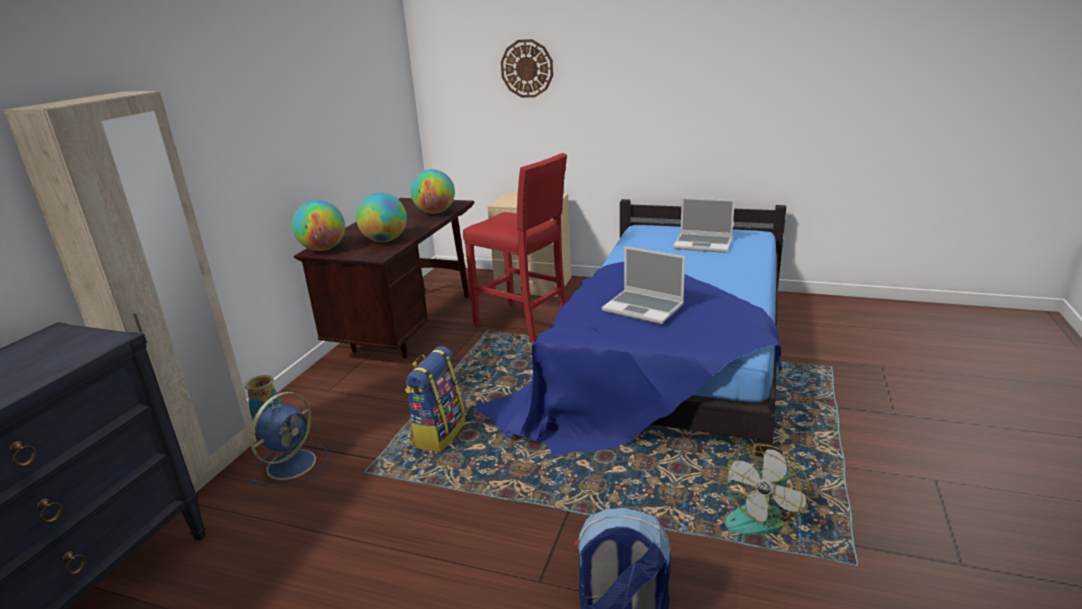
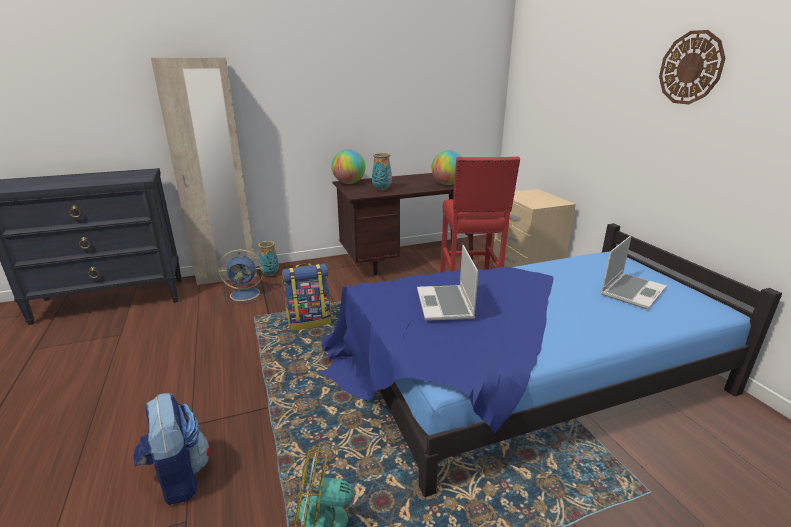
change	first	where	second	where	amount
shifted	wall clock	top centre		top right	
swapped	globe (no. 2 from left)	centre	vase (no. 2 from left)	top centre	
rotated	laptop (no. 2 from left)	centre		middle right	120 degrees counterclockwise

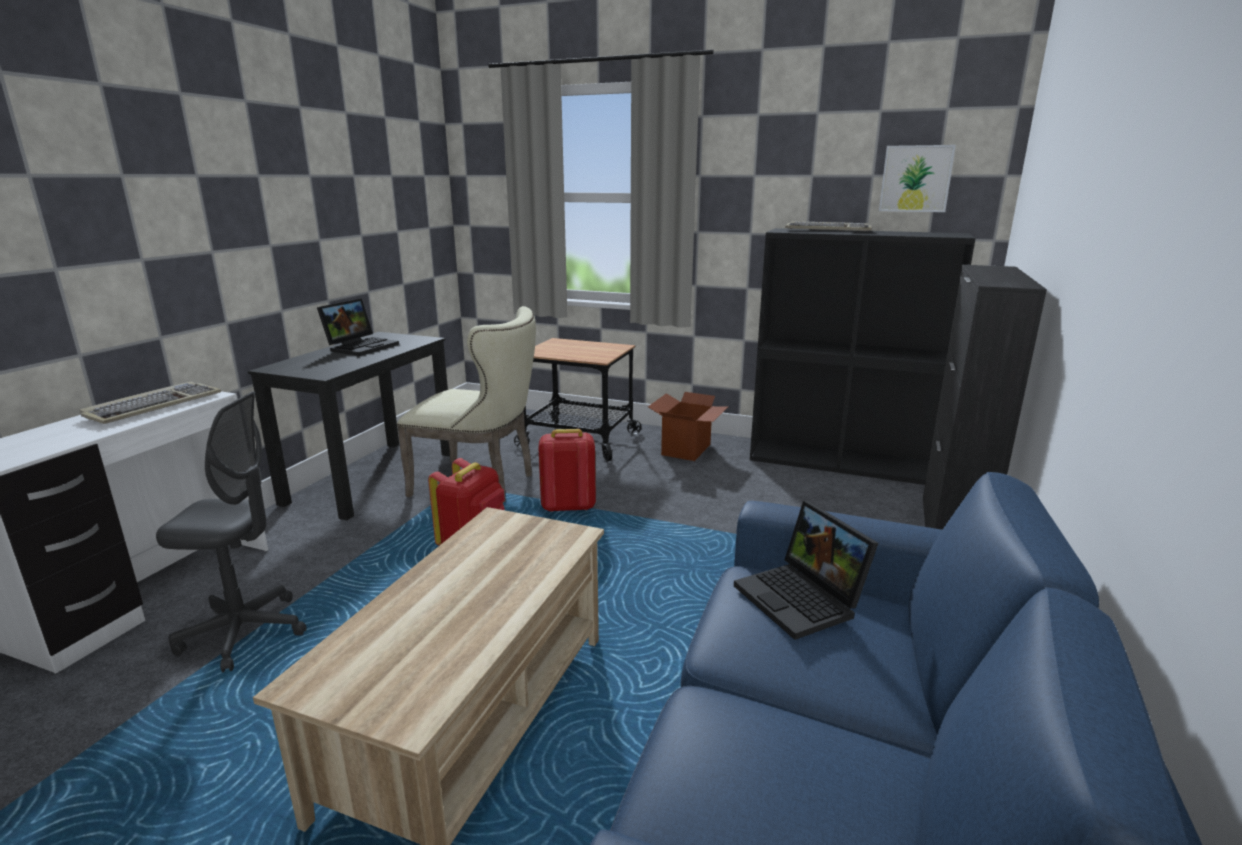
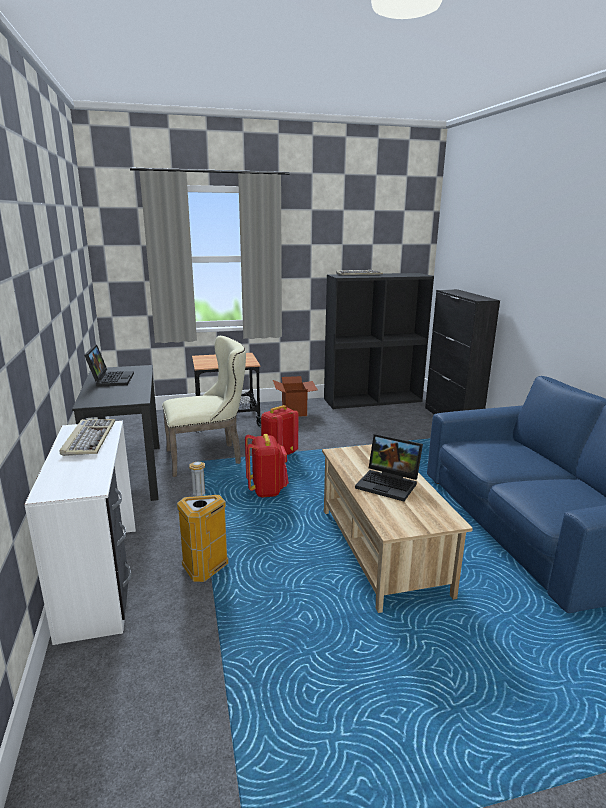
change	first	where	second	where	amount
gone	picture	top right			
shifted	laptop (no. 2 from left)	bottom centre		centre	
swapped	grey office chair	middle left	trash can	centre	

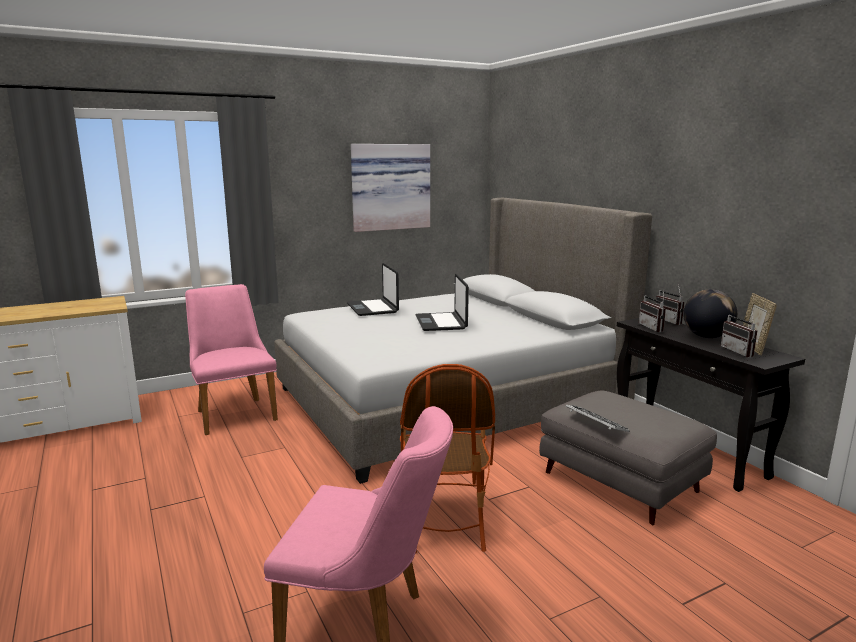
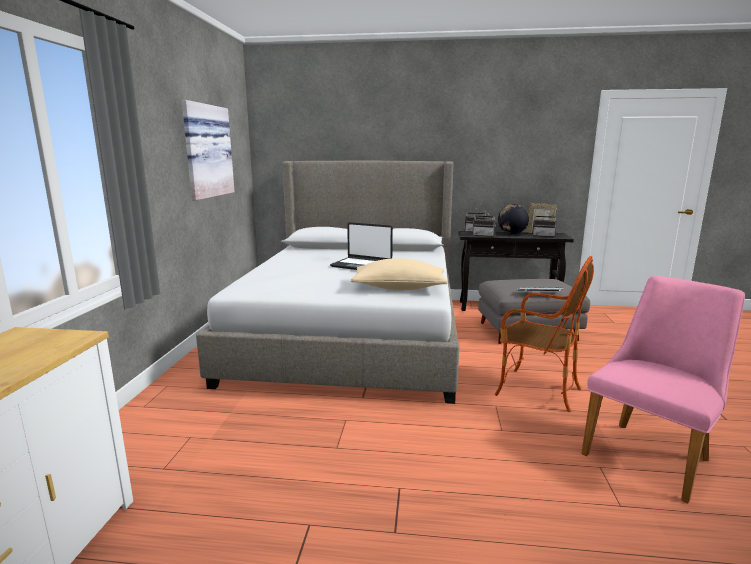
change	first	where	second	where	amount
gone	pink chair (no. 1 from left)	middle left			
gone	laptop (no. 1 from left)	centre			
new			beige pillow	centre	

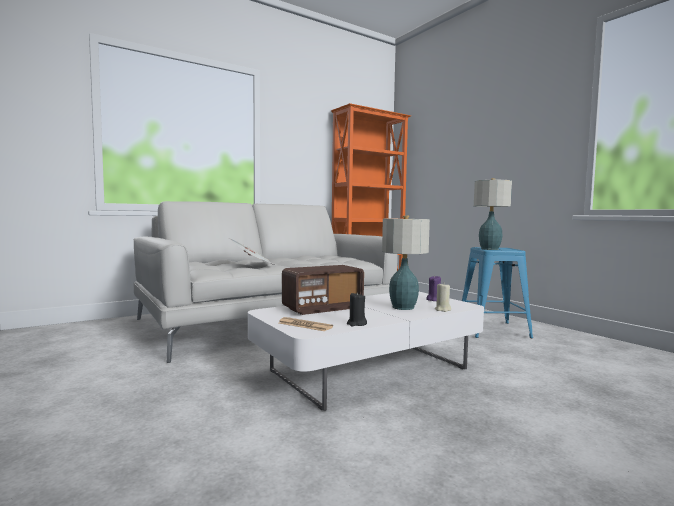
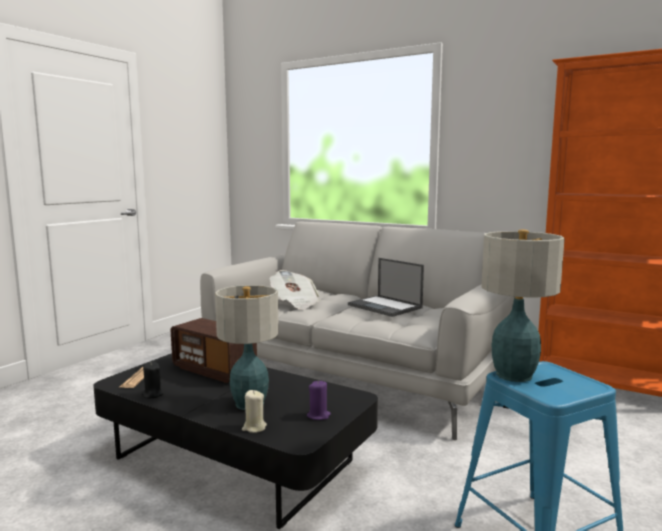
change	first	where	second	where	amount
new			laptop	centre	
repainted	white coffee table	bottom centre	black coffee table	bottom centre	

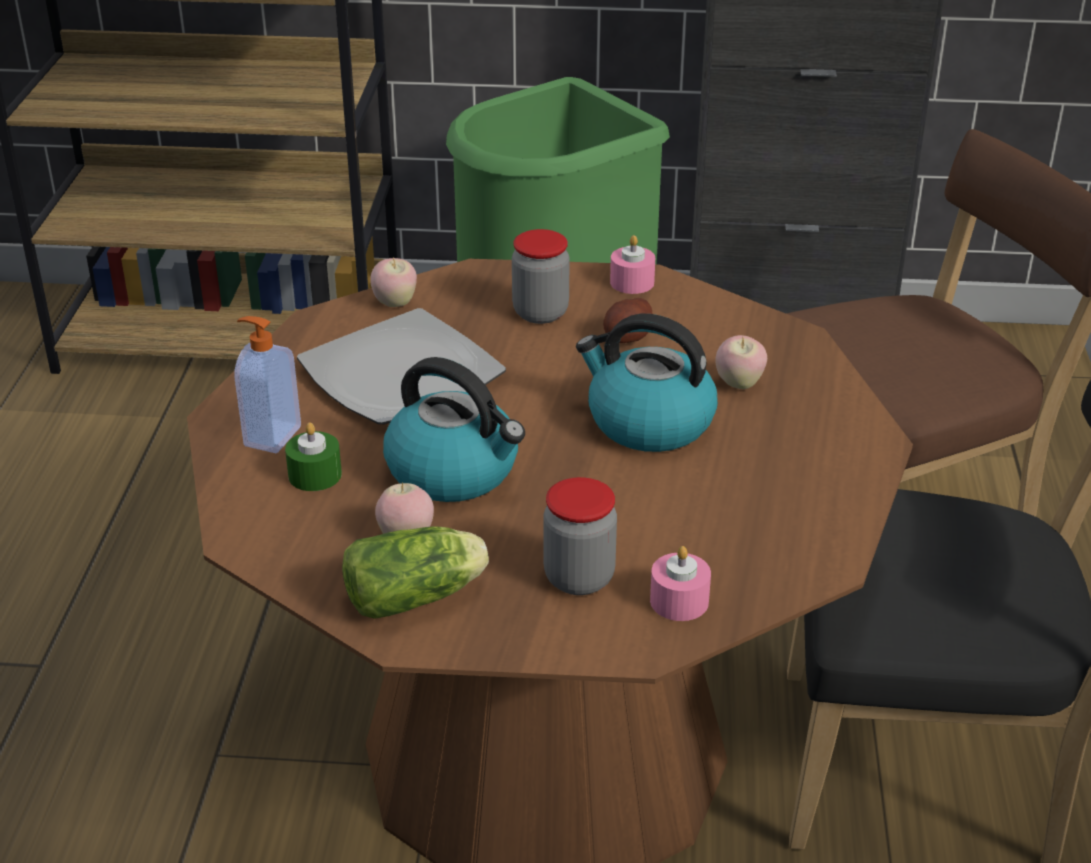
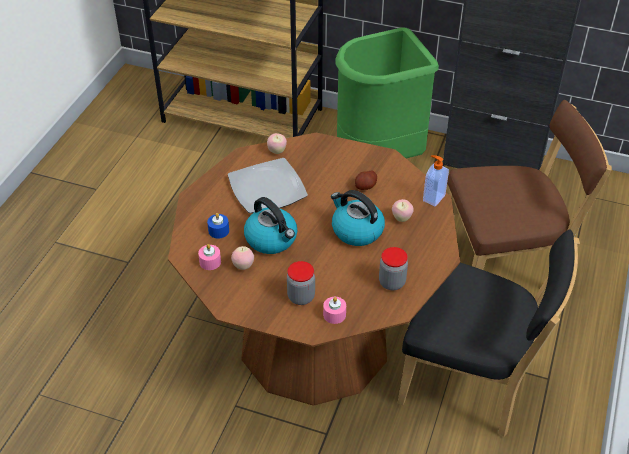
change	first	where	second	where	amount
gone	lettuce	centre			
shifted	soap dispenser	middle left		middle right	
shifted	jar (no. 1 from left in the first image)	top centre	jar (no. 2 from left)	centre	
shifted	pink candle (no. 1 from left)	top centre		middle left	
repainted	green candle	middle left	blue candle	centre	

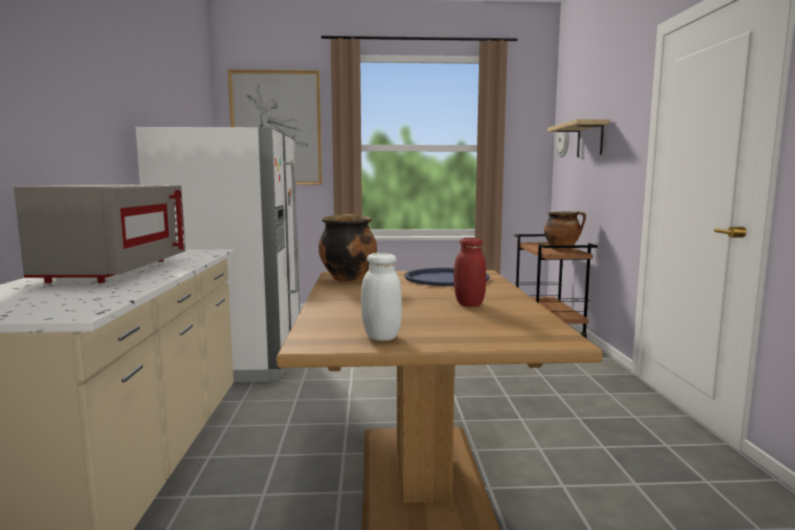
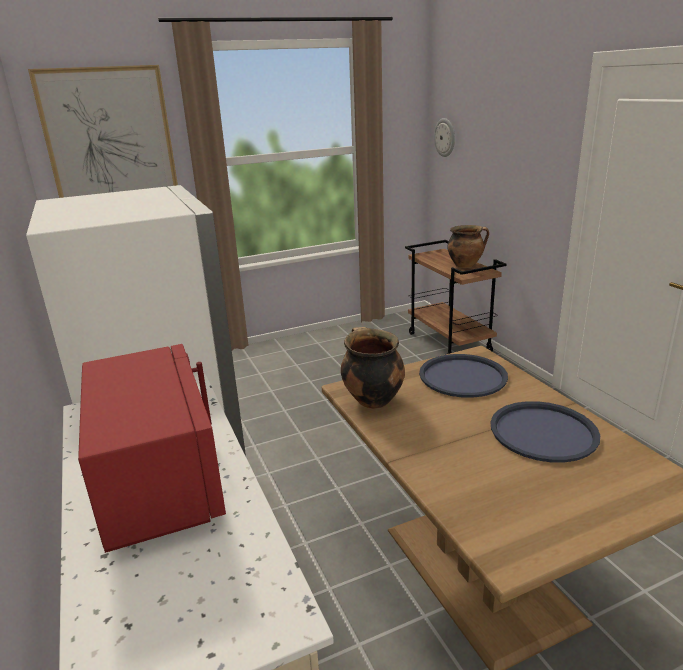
change	first	where	second	where	amount
gone	white jar	centre			
gone	shelf	top right			
swapped	red jar	centre	blue tray (no. 2 from left)	middle right	
repainted	grey microwave	middle left	red microwave	bottom left	

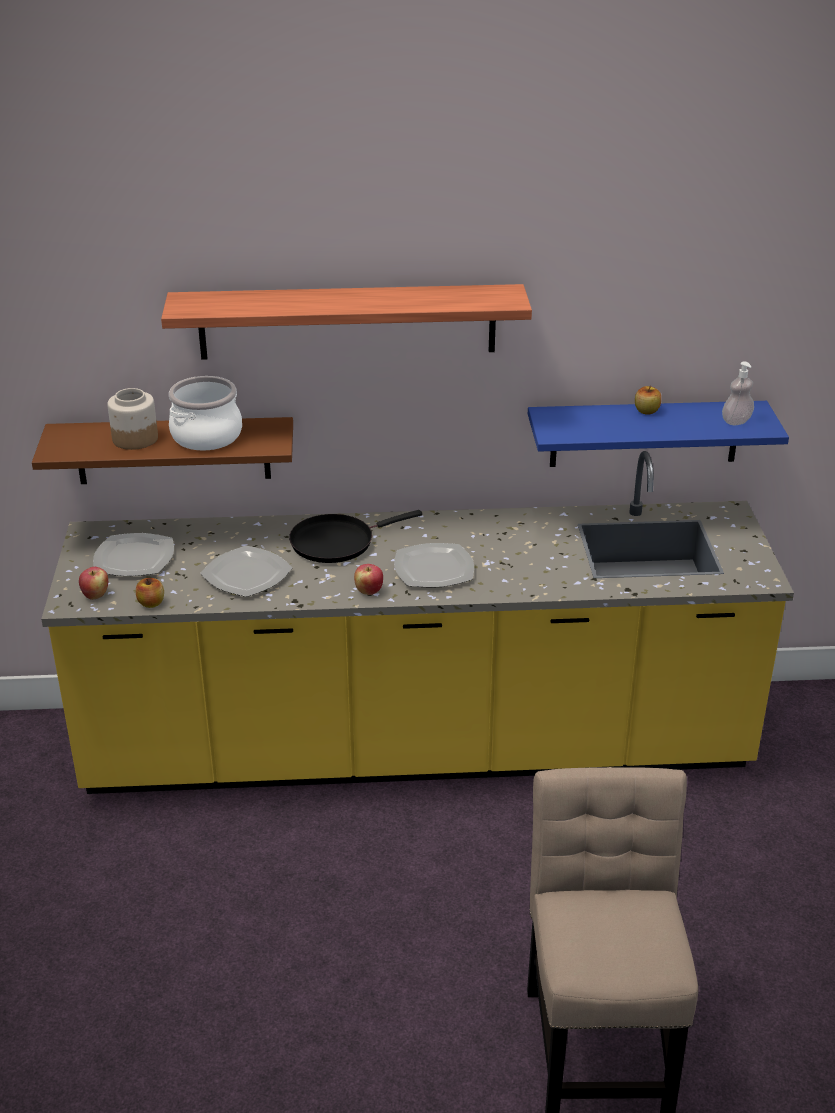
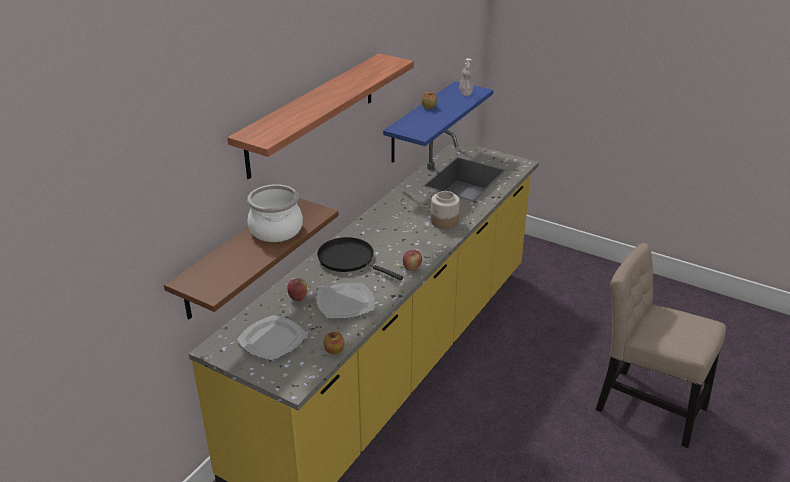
change	first	where	second	where	amount
gone	plate (no. 3 from left)	centre			
shifted	apple (no. 1 from left)	middle left		centre	
shifted	jar	middle left		centre	
rotated	black frying pan	centre		centre	120 degrees clockwise

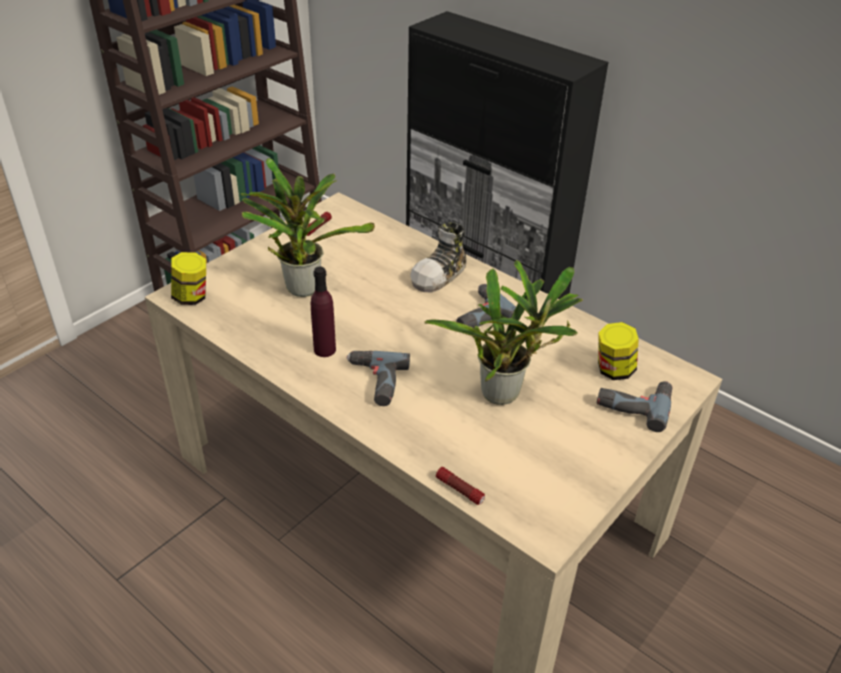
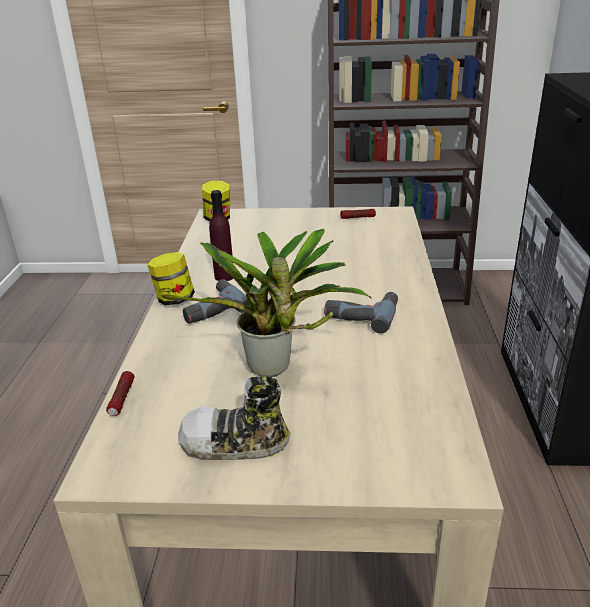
change	first	where	second	where	amount
gone	potted plant (no. 1 from left)	centre			
gone	power drill (no. 3 from left)	middle right			
shifted	shoe	centre		bottom centre	
shifted	jar (no. 2 from left in the first image)	middle right	jar (no. 1 from left)	middle left	

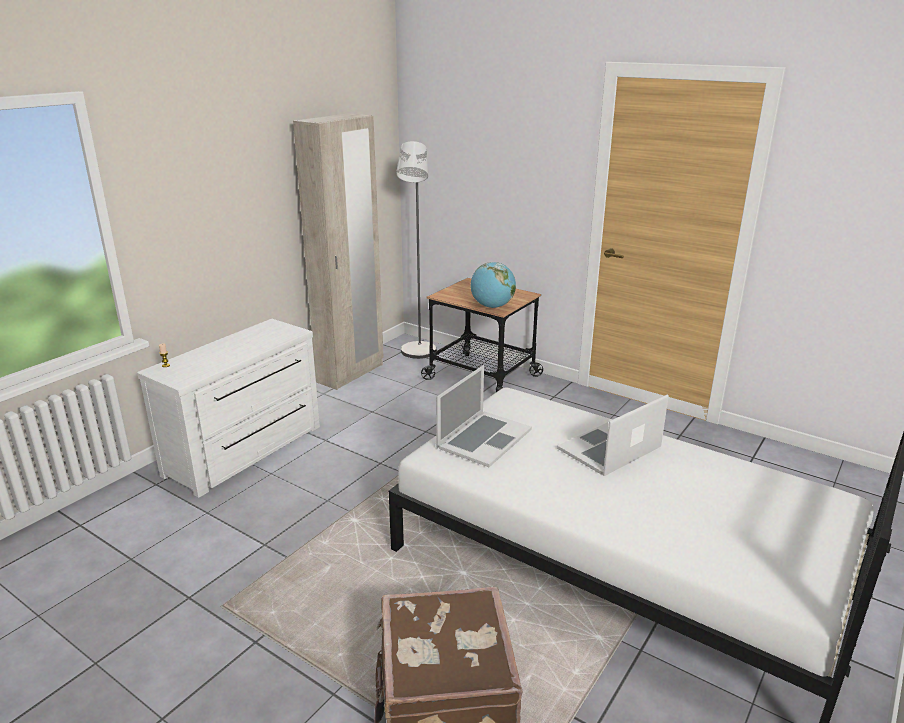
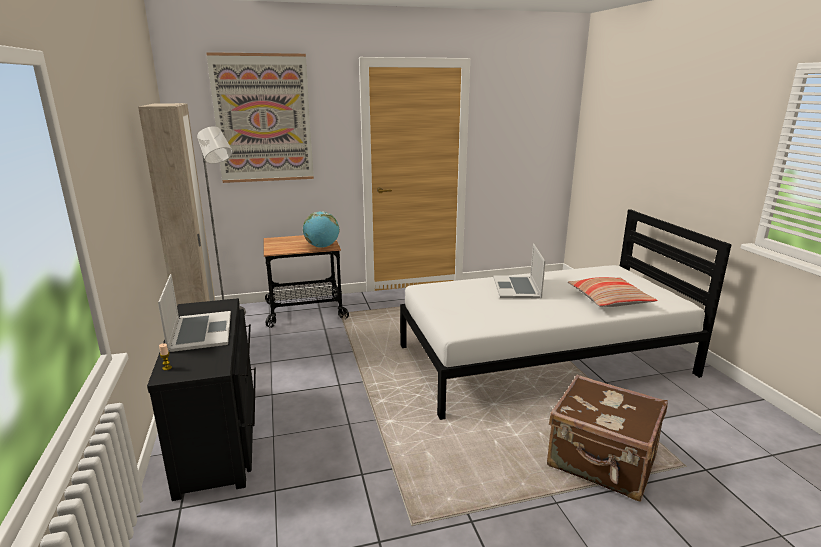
change	first	where	second	where	amount
new			picture	top left	
new			pillow	middle right	
shifted	laptop (no. 1 from left)	centre		middle left	
repainted	white dresser	middle left	black dresser	bottom left	

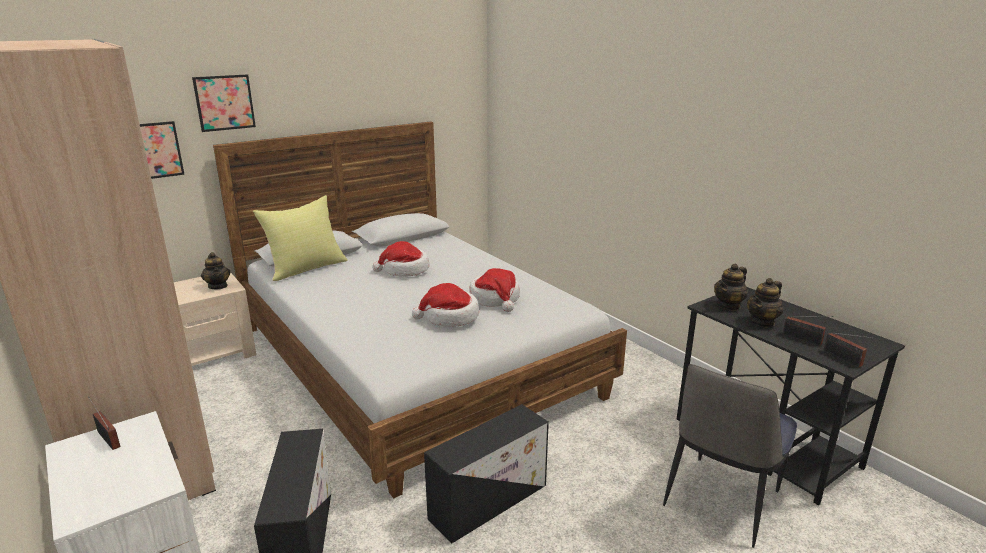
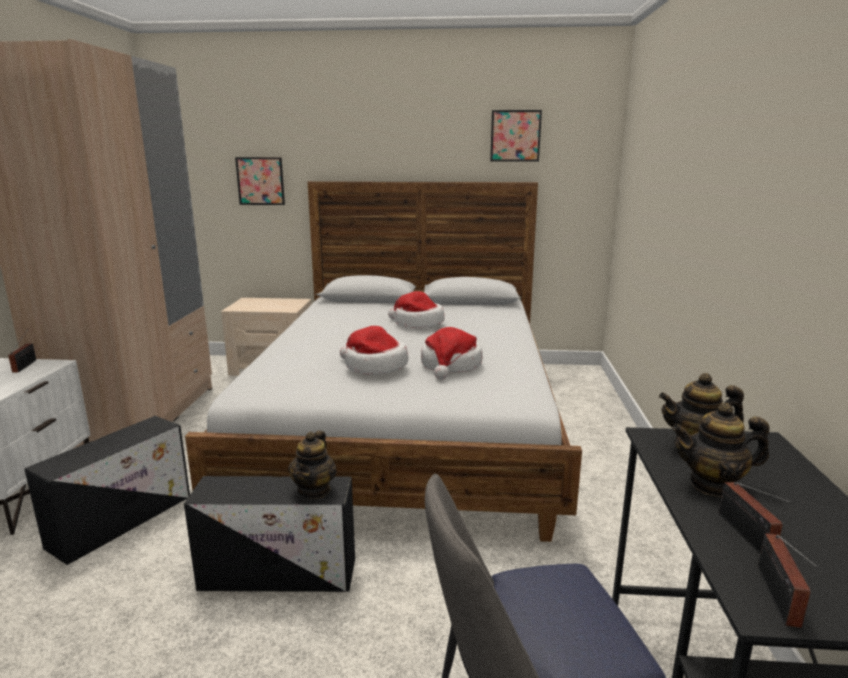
change	first	where	second	where	amount
gone	yellow pillow	middle left			
shifted	picture (no. 2 from left)	top left		top centre	
shifted	teapot (no. 1 from left)	middle left		bottom centre	

